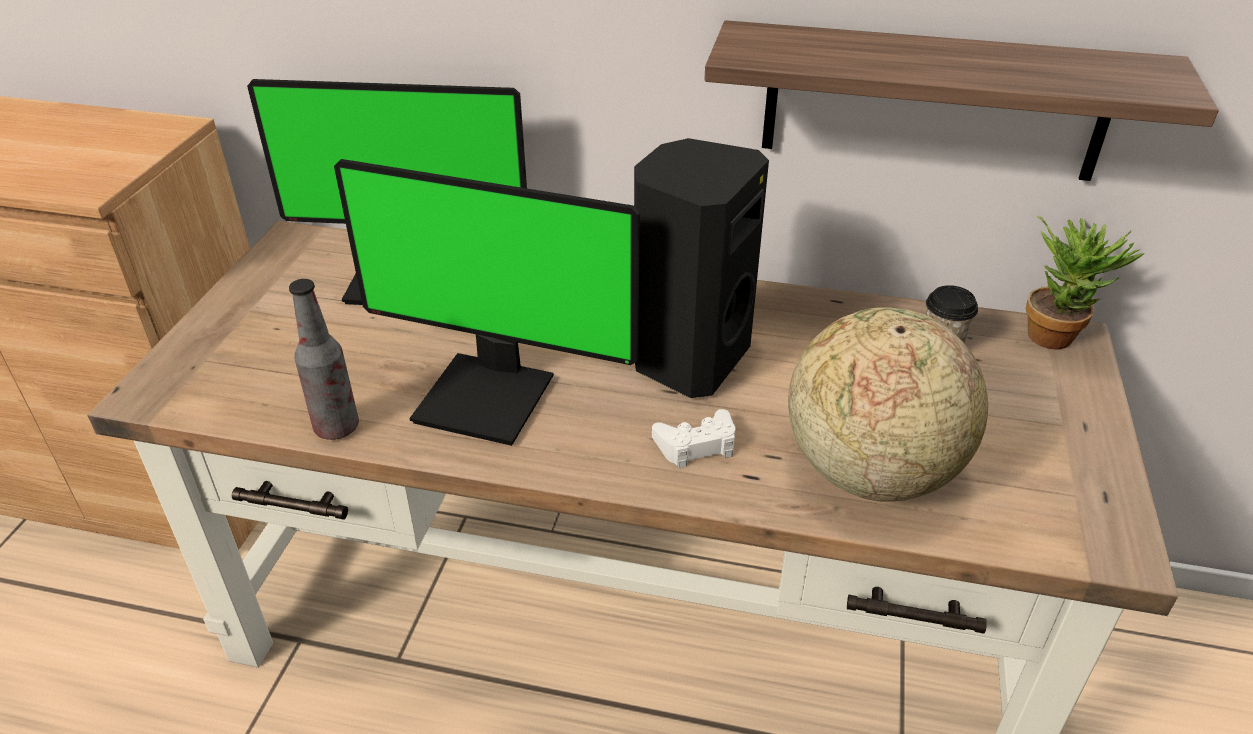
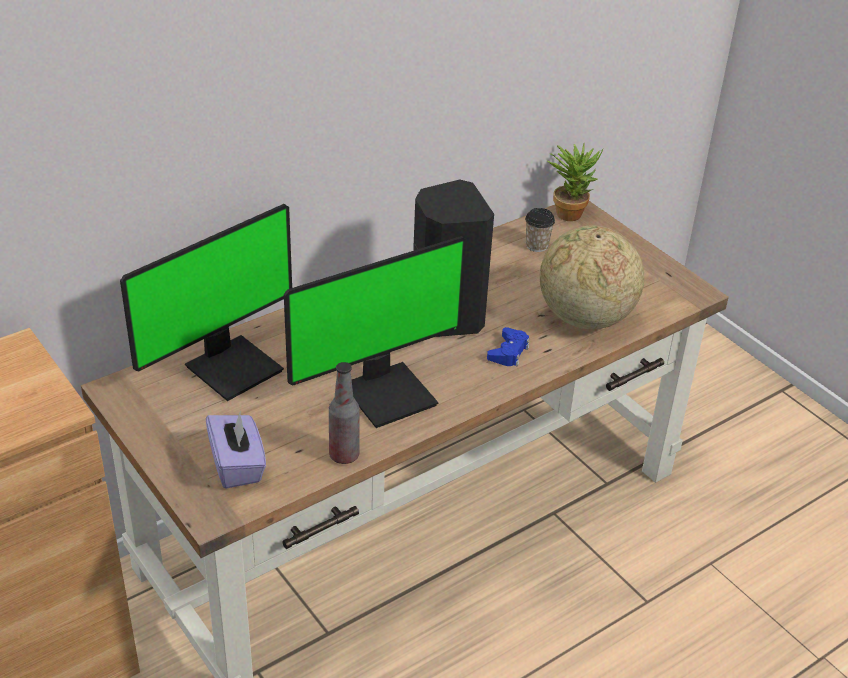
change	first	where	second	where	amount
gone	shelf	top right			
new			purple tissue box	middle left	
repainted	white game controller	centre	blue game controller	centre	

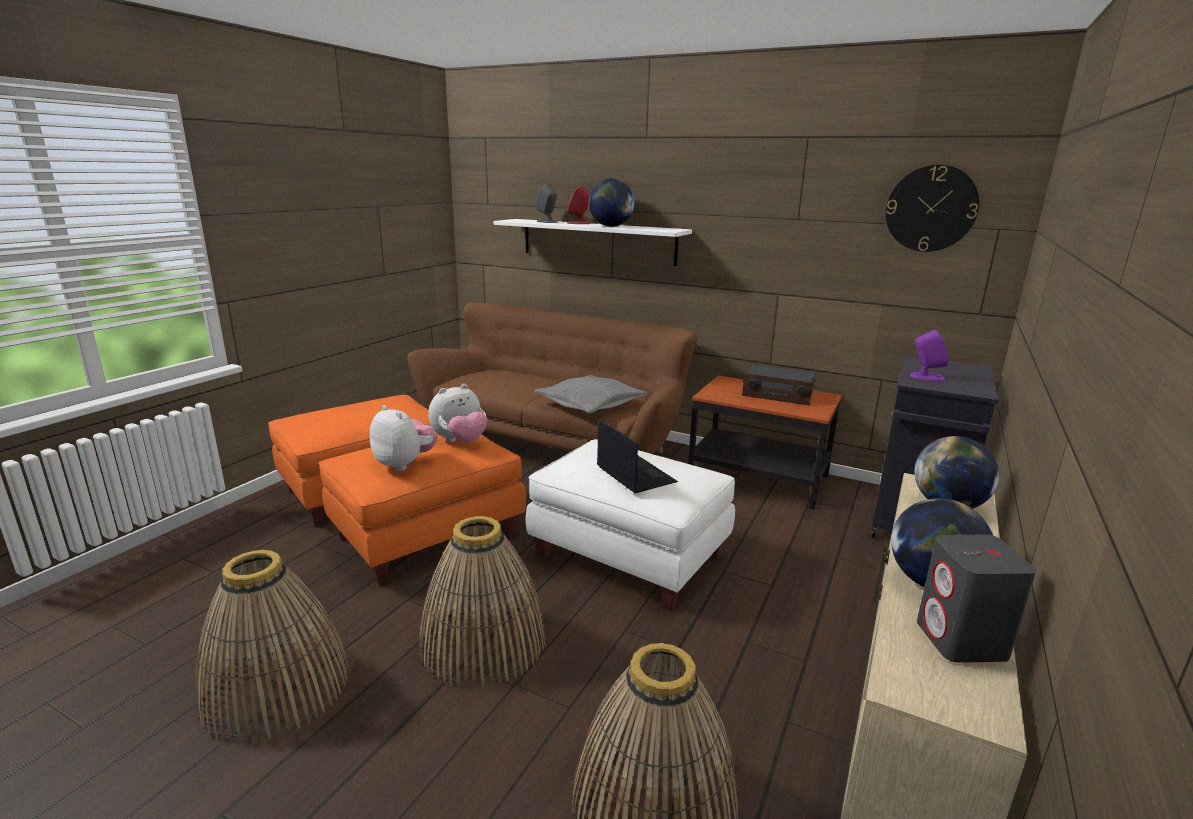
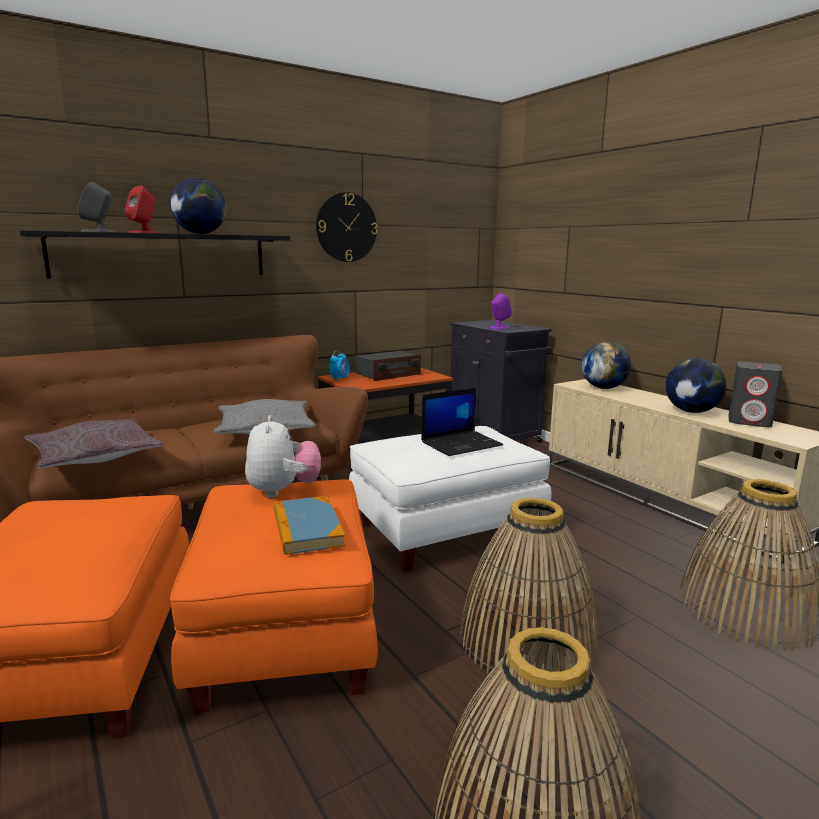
change	first	where	second	where	amount
new			grey pillow (no. 1 from left)	middle left	
new			alarm clock	centre	
shifted	wall clock	top right		top centre	
swapped	plush toy (no. 1 from left)	centre	book	centre	
repainted	white shelf	top centre	black shelf	top left	
rotated	laptop	centre		centre	150 degrees clockwise

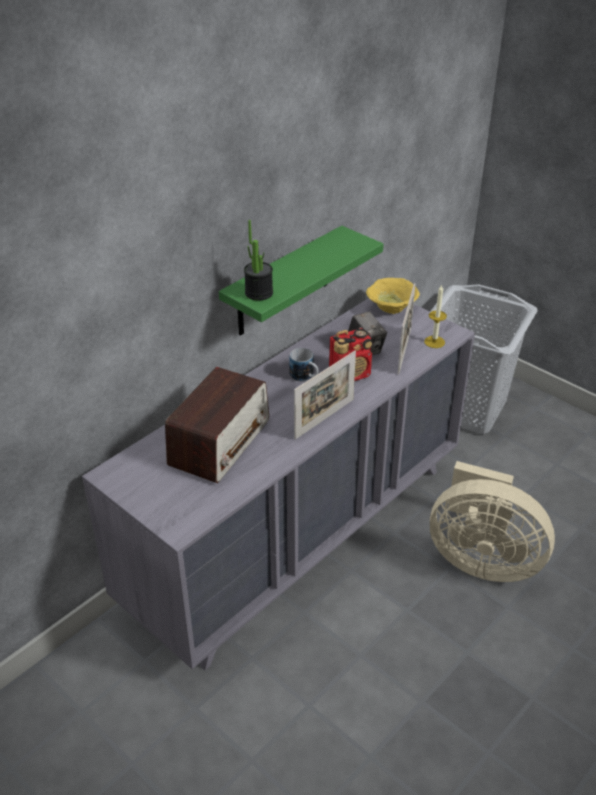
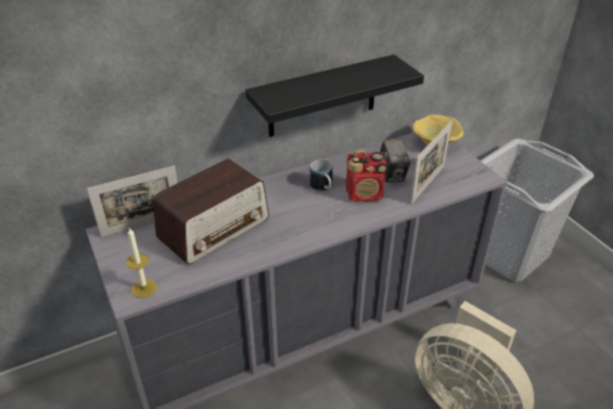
change	first	where	second	where	amount
gone	potted plant	top centre			
shifted	picture frame (no. 1 from left)	centre		middle left	
shifted	candle	middle right		middle left	
repainted	green shelf	centre	black shelf	top centre	

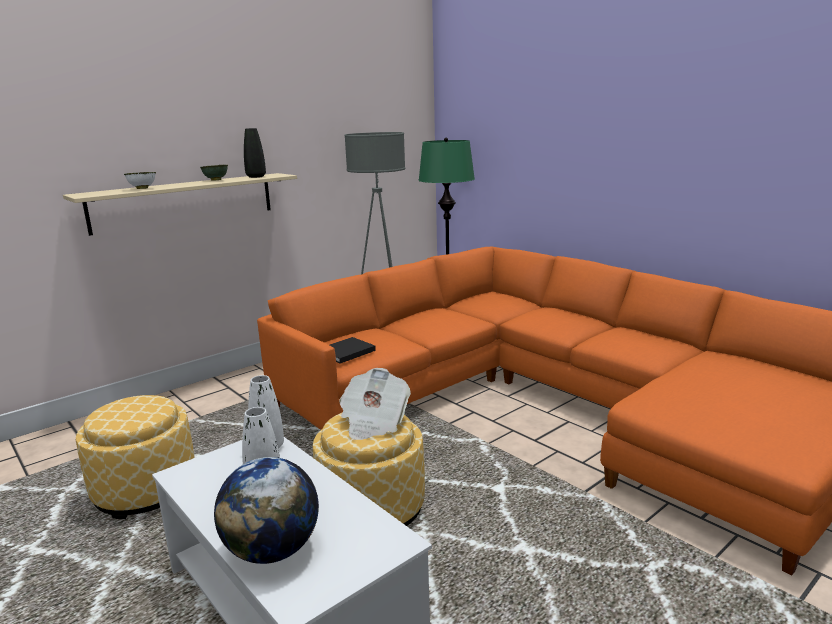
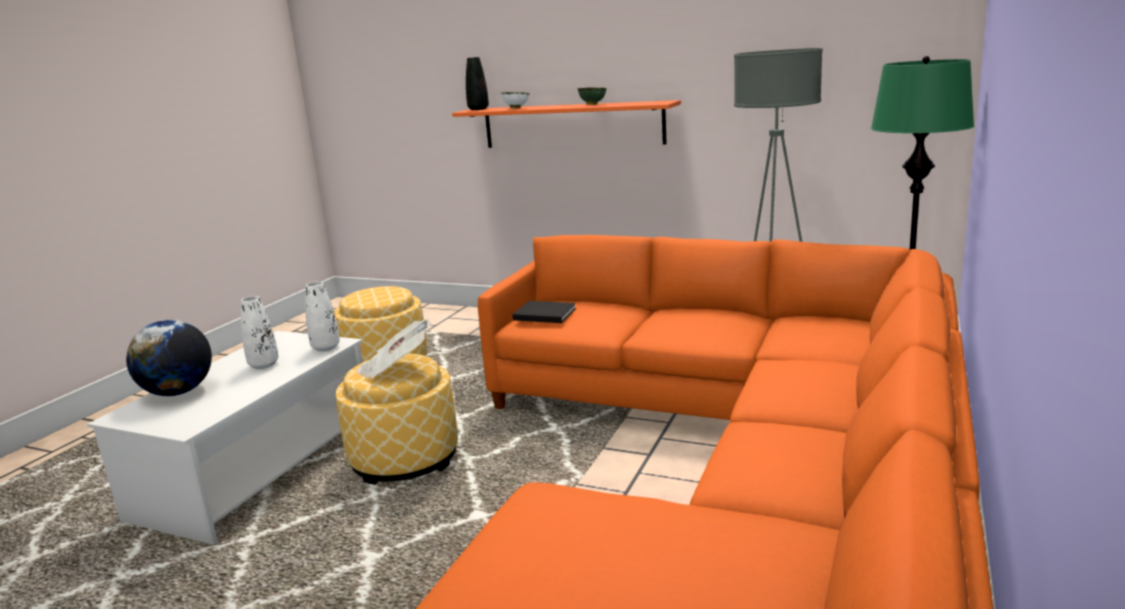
change	first	where	second	where	amount
shifted	black vase	top left		top centre	
repainted	beige shelf	top left	orange shelf	top centre	

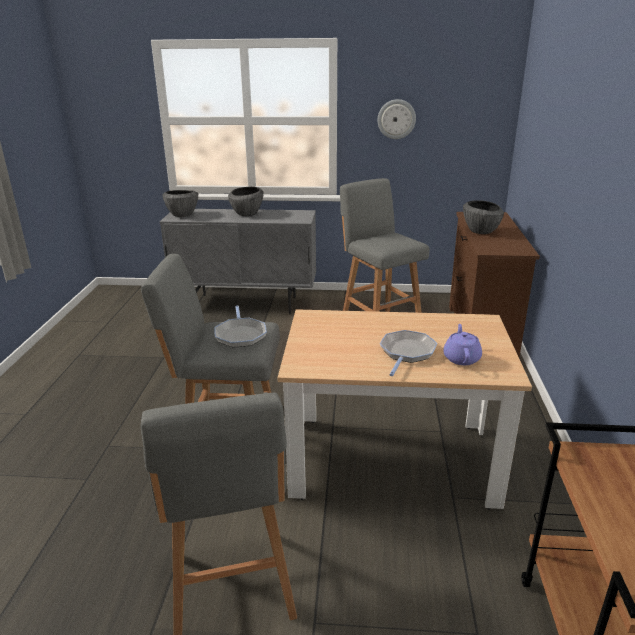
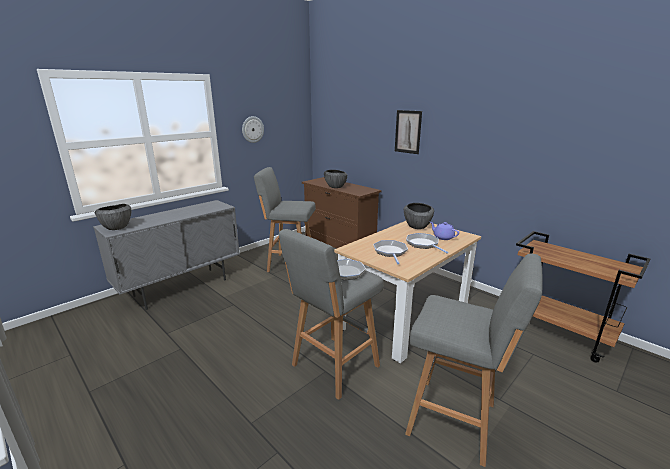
change	first	where	second	where	amount
new			frying pan (no. 2 from left)	centre	
new			picture	top centre	
shifted	bowl (no. 2 from left in the first image)	top centre	bowl (no. 3 from left)	centre	

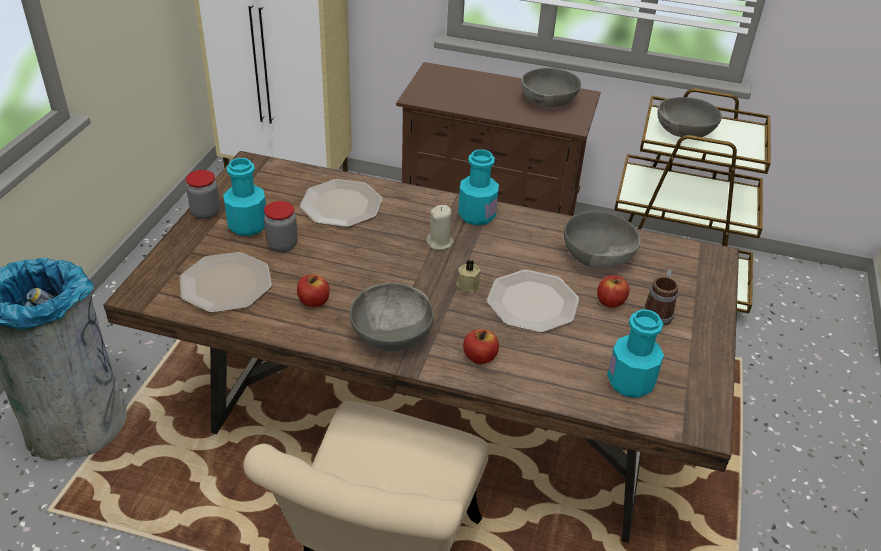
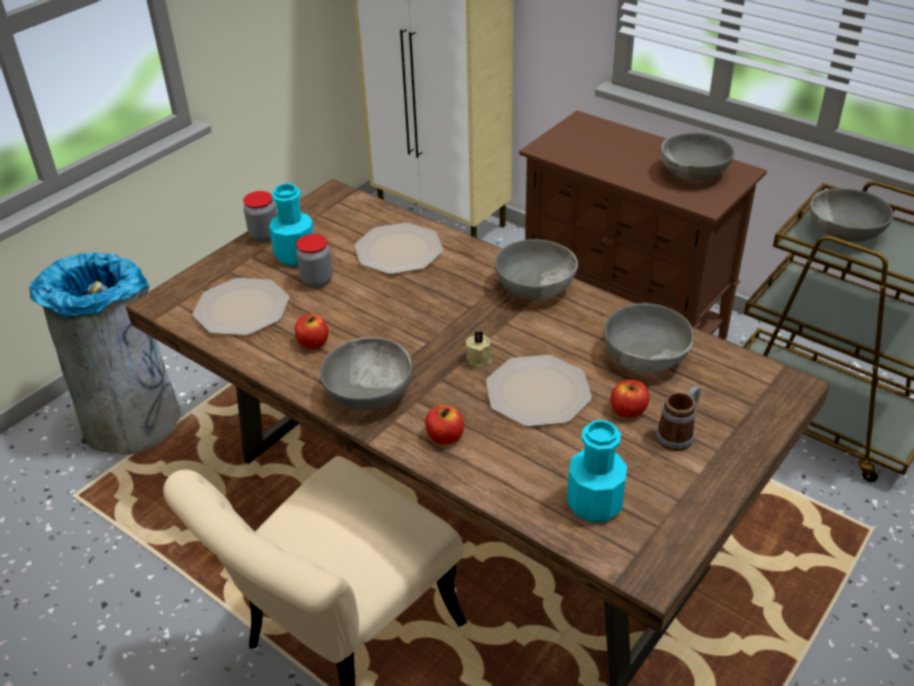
change	first	where	second	where	amount
gone	beige candle (no. 1 from left)	centre			
swapped	turquoise bottle (no. 2 from left)	centre	grey bowl (no. 2 from left)	centre	

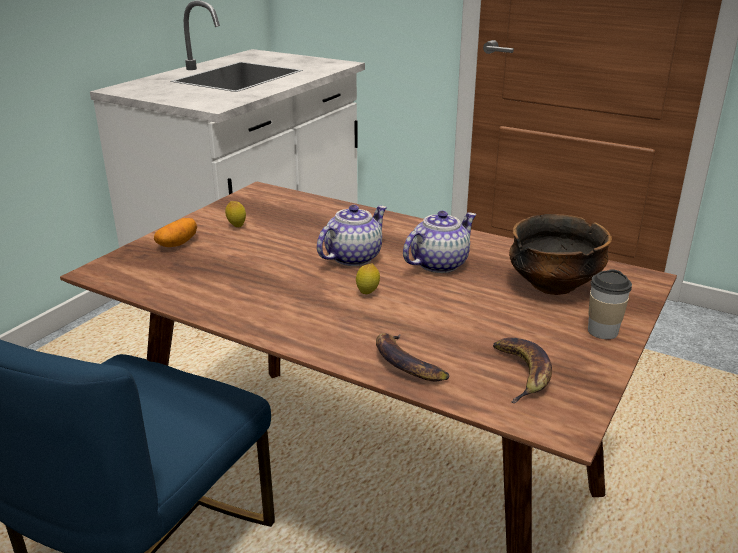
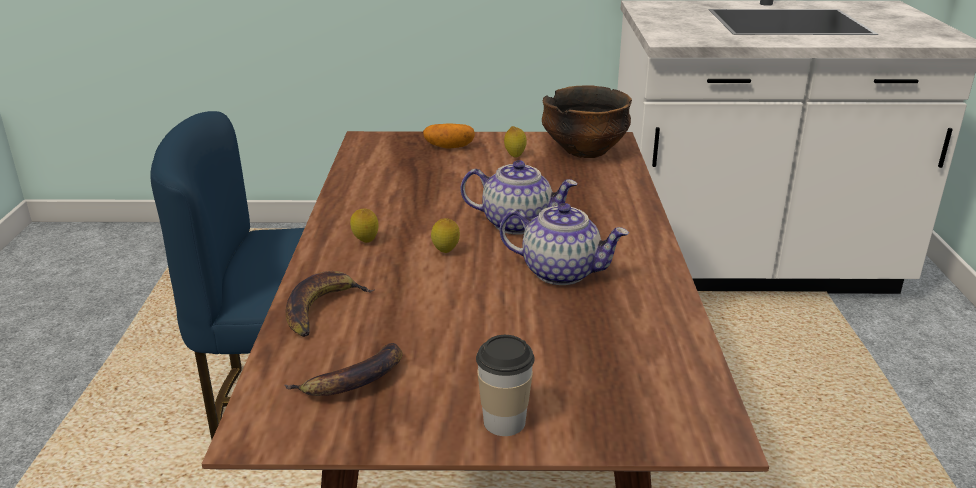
change	first	where	second	where	amount
new			lemon (no. 1 from left)	centre	
shifted	bowl	middle right		top centre	

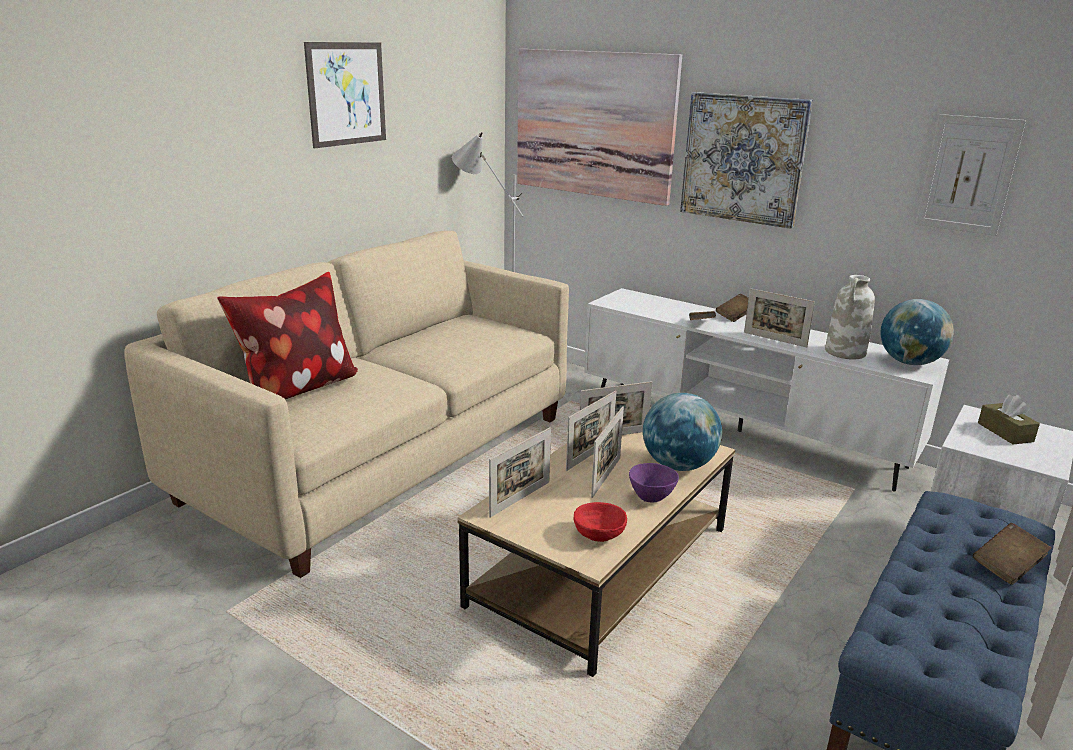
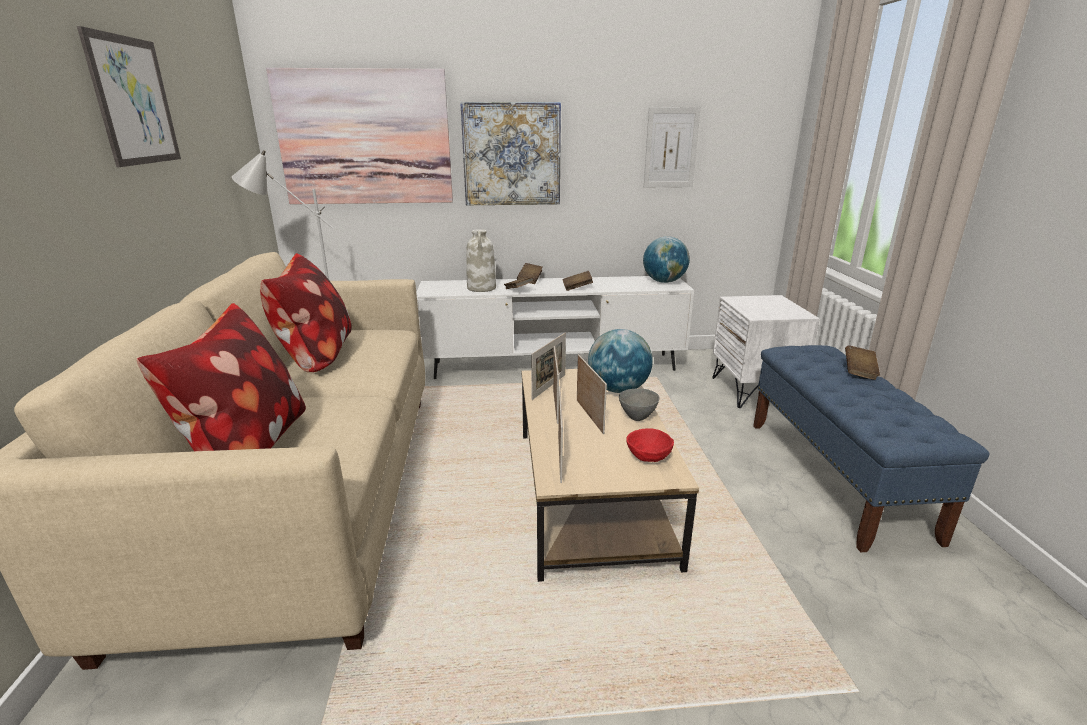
change	first	where	second	where	amount
gone	brown tissue box	middle right			
new			pillow (no. 2 from left)	middle left	
shifted	white vase	middle right		centre	
swapped	picture frame (no. 5 from left)	middle right	brown book (no. 3 from left)	centre	
repainted	purple bowl	centre	grey bowl	centre	

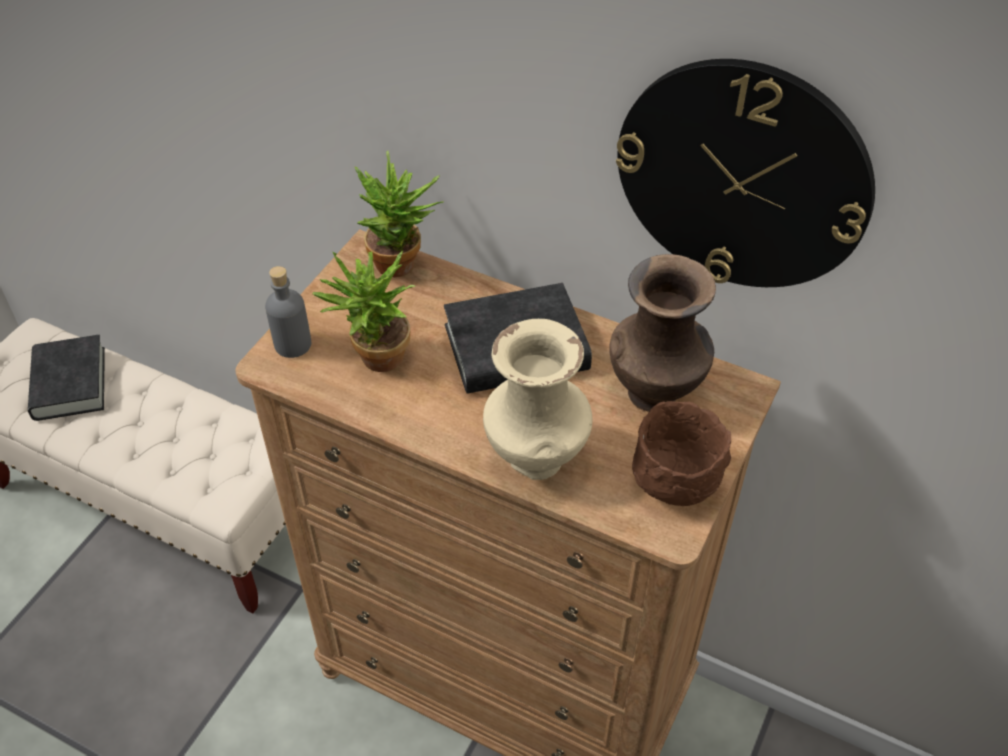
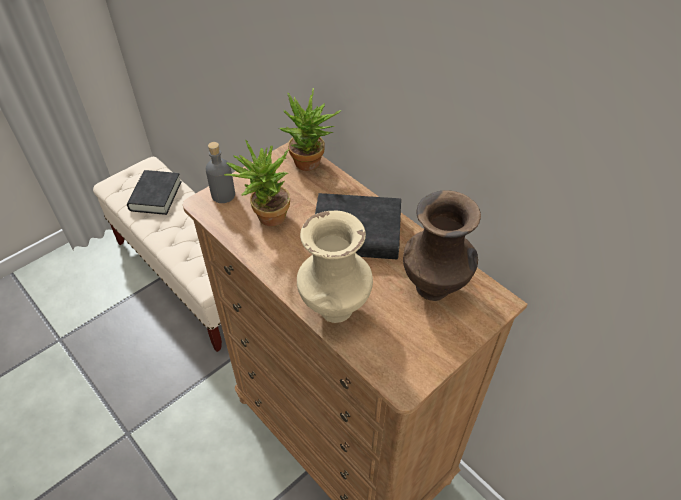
change	first	where	second	where	amount
gone	wall clock	top right			
gone	brown bowl	middle right			

